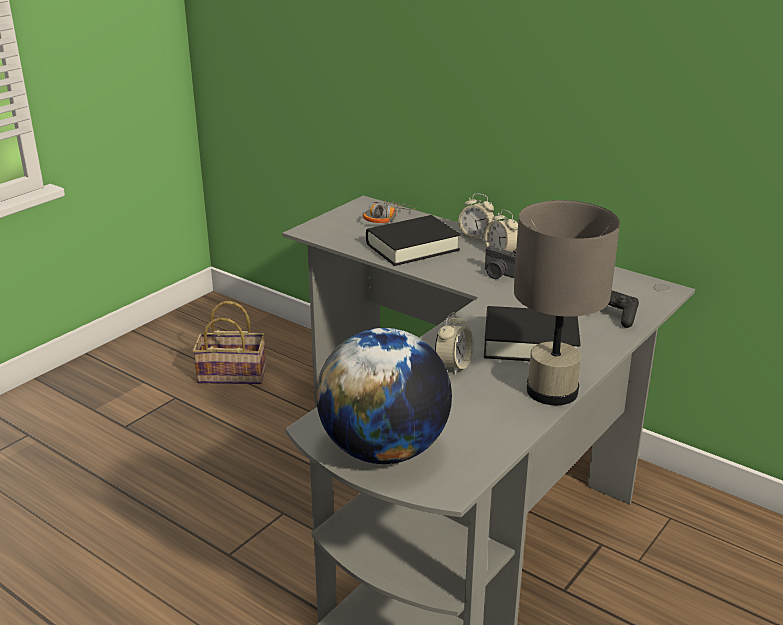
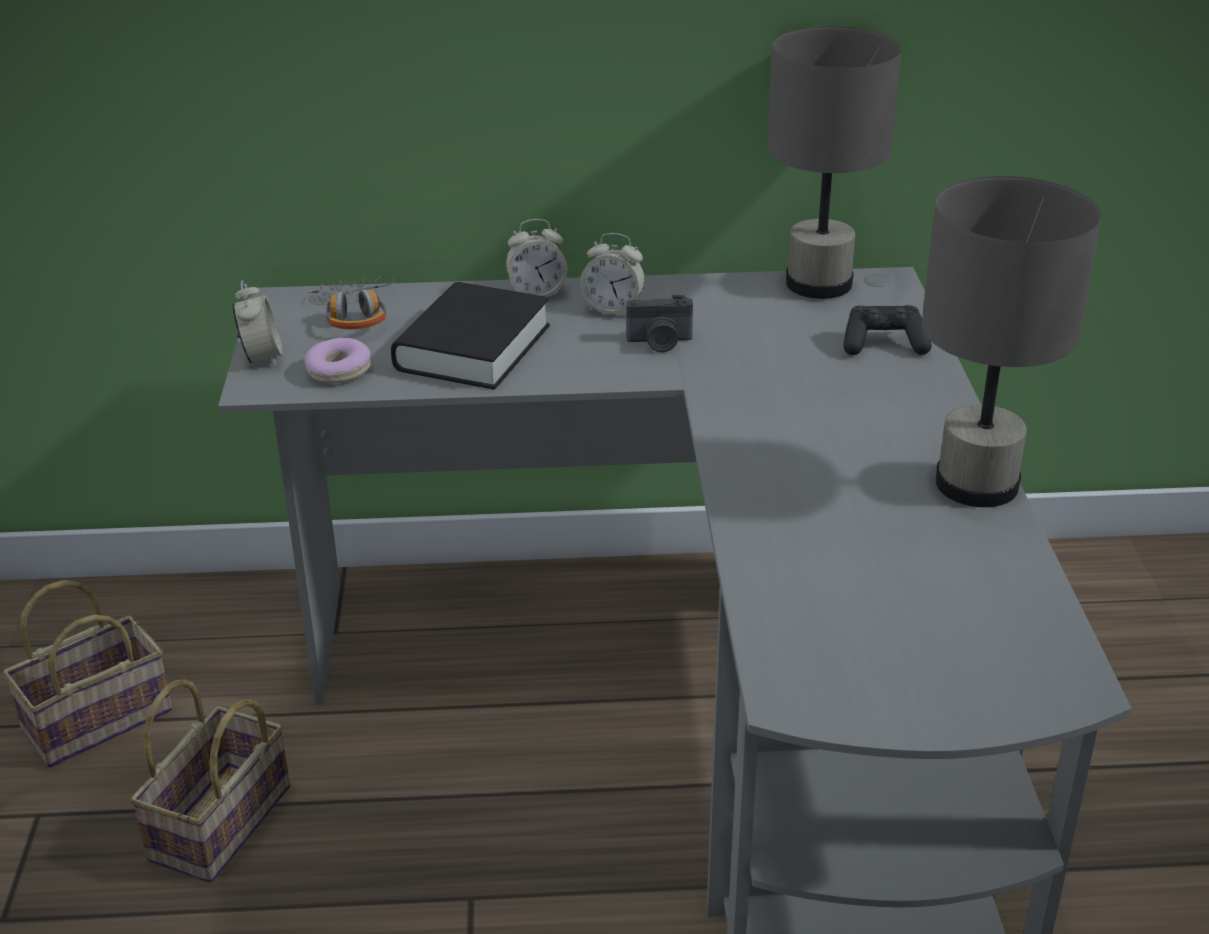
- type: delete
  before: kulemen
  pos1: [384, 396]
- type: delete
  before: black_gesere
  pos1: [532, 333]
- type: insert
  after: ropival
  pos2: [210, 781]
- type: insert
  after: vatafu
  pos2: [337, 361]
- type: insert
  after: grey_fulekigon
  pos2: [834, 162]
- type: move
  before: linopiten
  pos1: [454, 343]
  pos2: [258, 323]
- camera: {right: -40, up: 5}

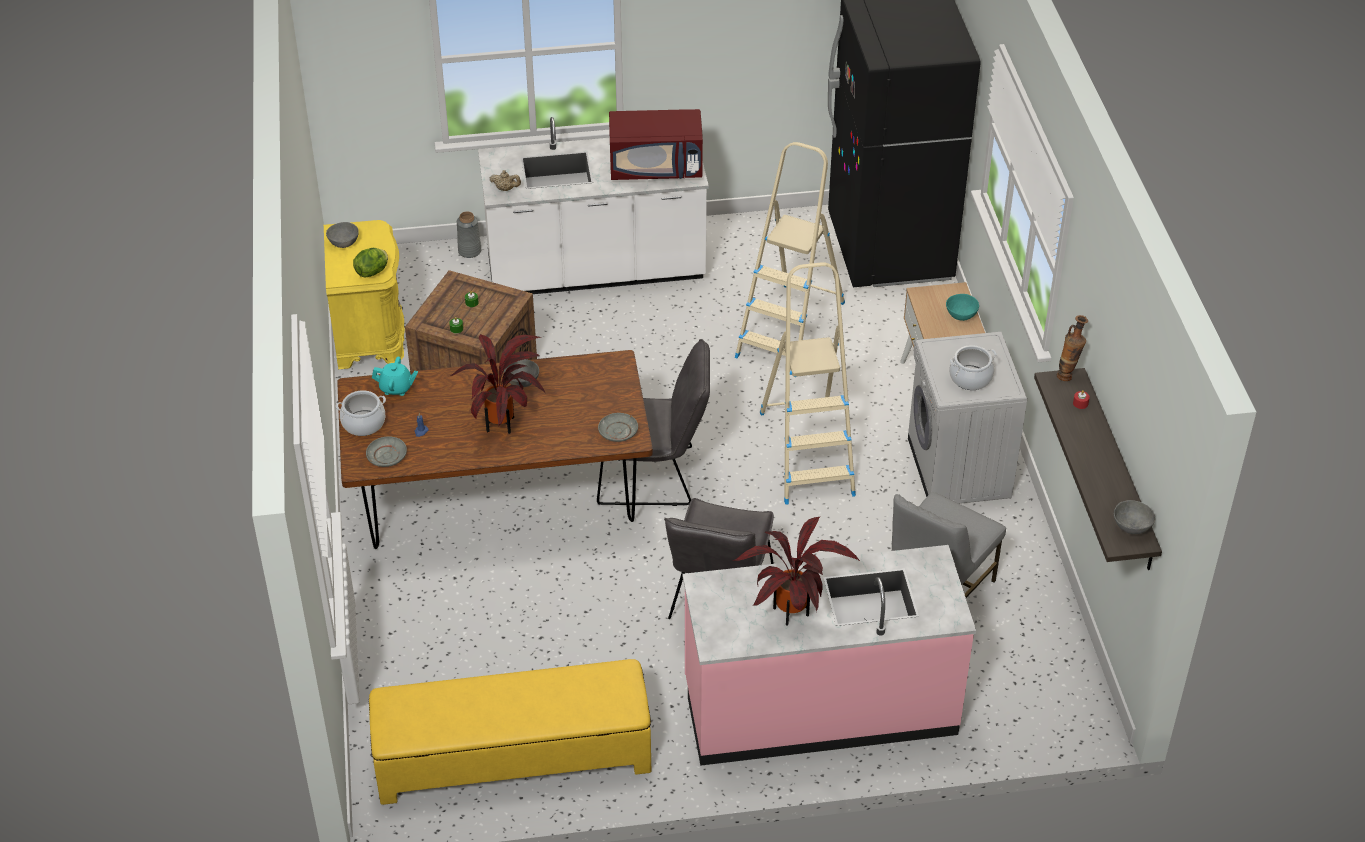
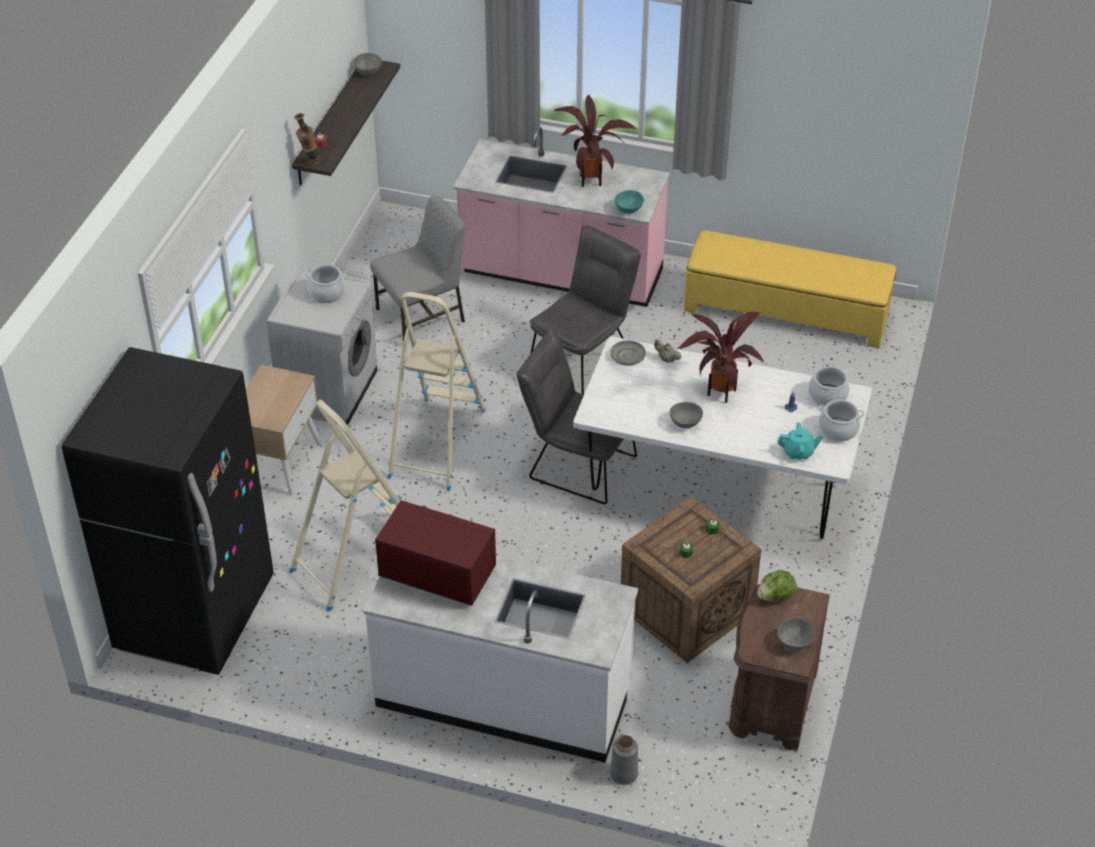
- type: move
  before: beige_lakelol
  pos1: [505, 180]
  pos2: [667, 351]
- type: move
  before: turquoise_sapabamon
  pos1: [962, 307]
  pos2: [629, 202]
- type: replace
  before: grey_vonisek
  after: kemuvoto
  pos1: [386, 451]
  pos2: [829, 383]
- type: recolor
  before: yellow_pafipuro
  after: brown_pafipuro
  pos1: [364, 295]
  pos2: [779, 667]
- type: recolor
  before: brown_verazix
  after: white_verazix
  pos1: [495, 449]
  pos2: [722, 437]
- type: rotate
  before: turquoise_lakelol
  pos1: [395, 376]
  pos2: [800, 440]
  turn: 150
- camera: {right: -155, up: 0}

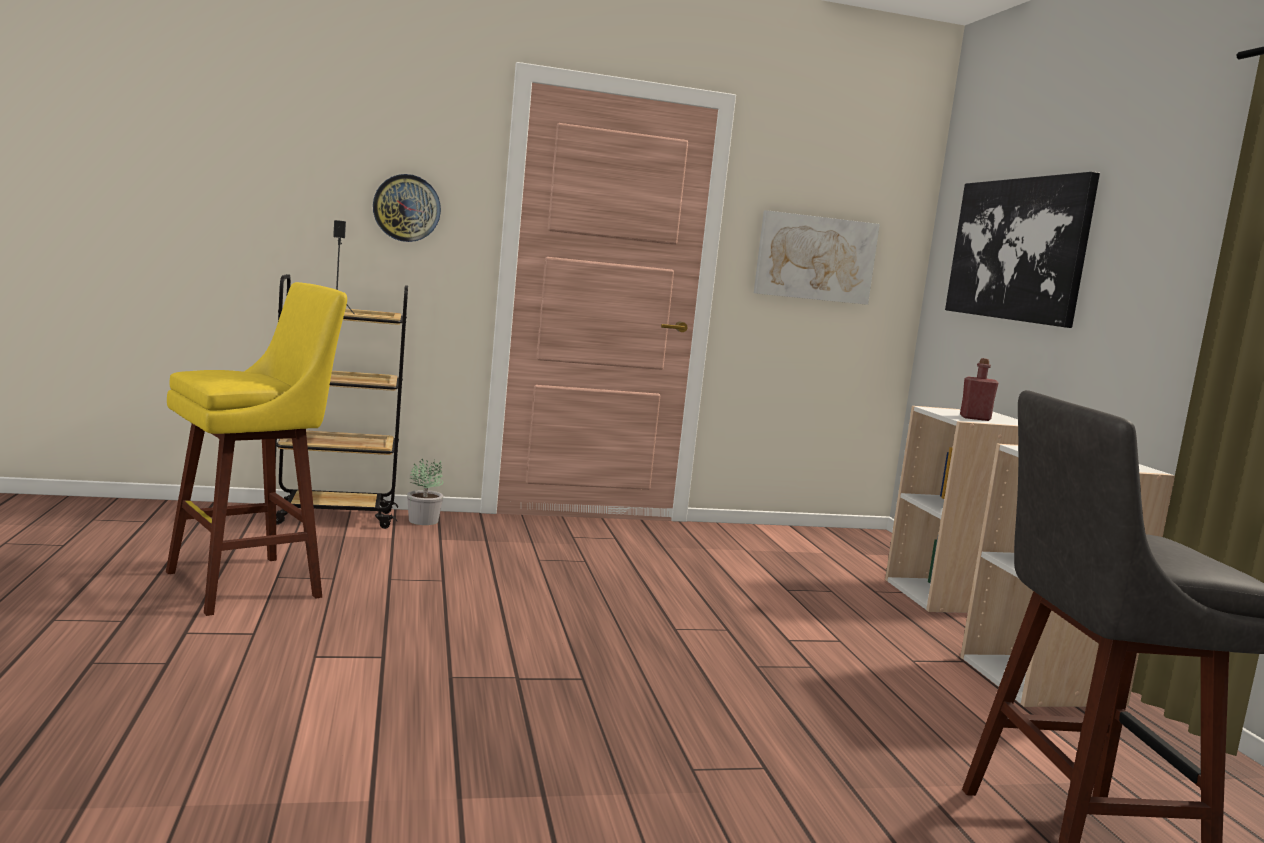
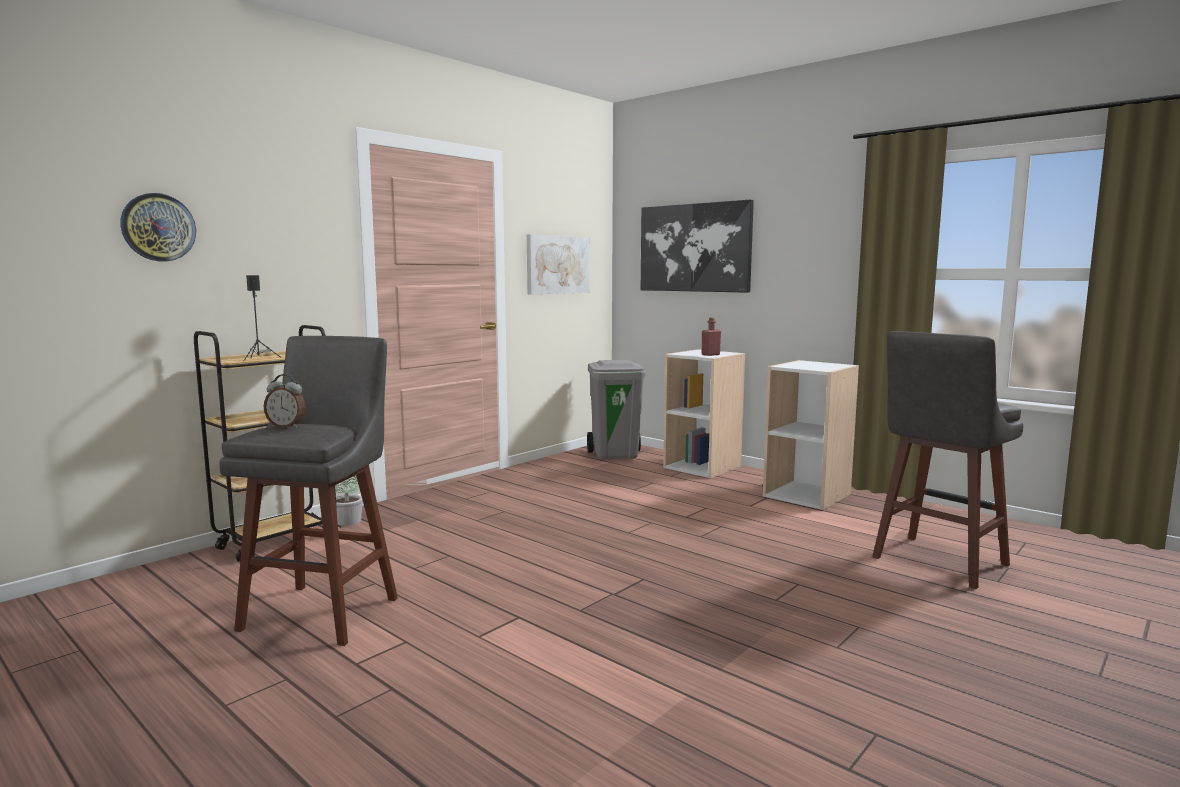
- type: insert
  after: linopiten
  pos2: [285, 401]
- type: insert
  after: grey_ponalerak
  pos2: [616, 409]
- type: move
  before: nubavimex
  pos1: [407, 208]
  pos2: [158, 227]
- type: recolor
  before: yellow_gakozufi
  after: grey_gakozufi
  pos1: [256, 449]
  pos2: [308, 491]
- camera: {right: -35, up: 0}

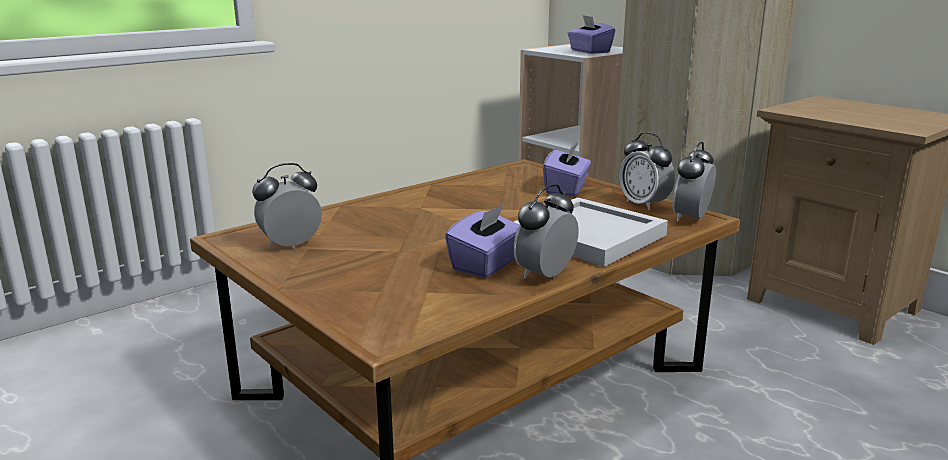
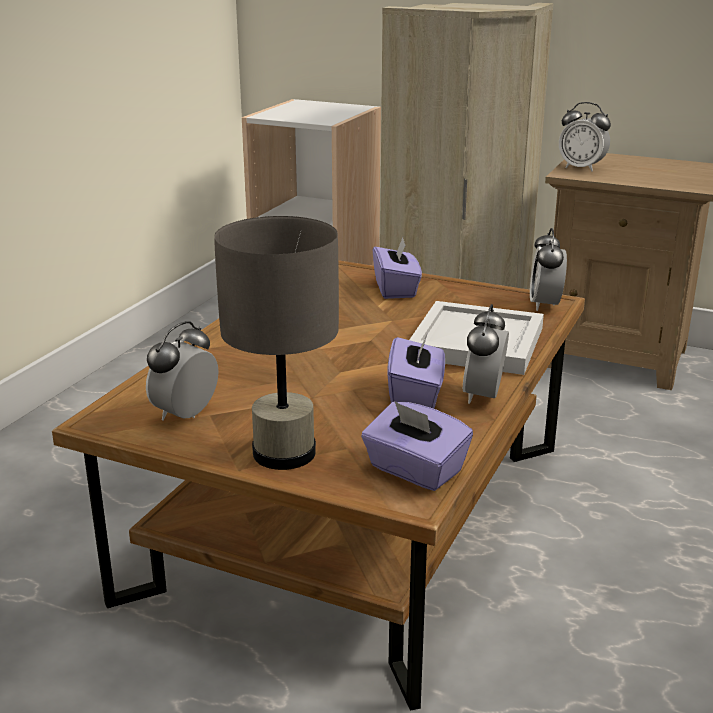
- type: insert
  after: grey_fulekigon
  pos2: [276, 343]
- type: move
  before: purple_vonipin
  pos1: [591, 34]
  pos2: [417, 446]
- type: move
  before: linopiten
  pos1: [647, 171]
  pos2: [585, 137]
- camera: {right: -25, up: 5}

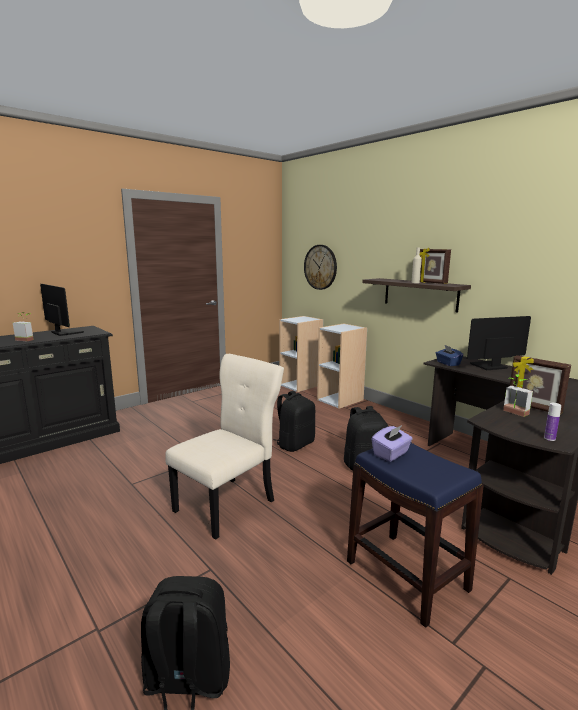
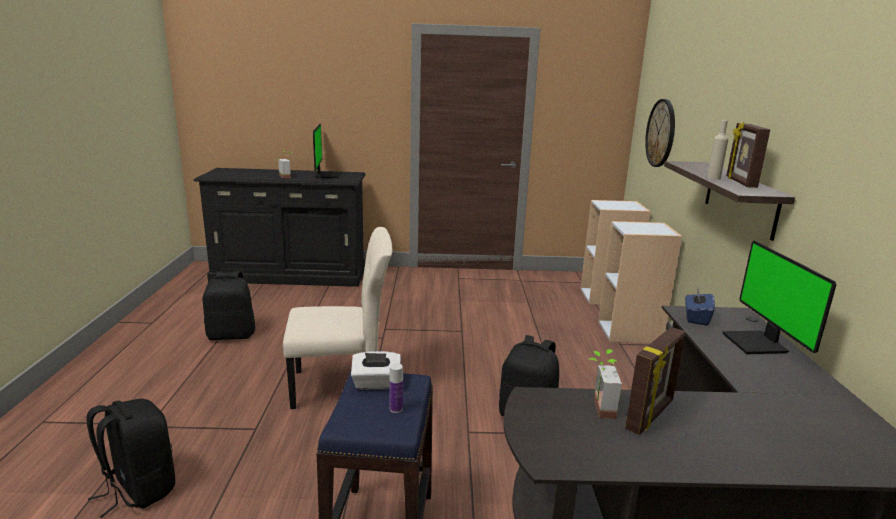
- type: move
  before: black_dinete
  pos1: [294, 421]
  pos2: [229, 305]
- type: move
  before: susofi
  pos1: [552, 422]
  pos2: [396, 388]
- type: recolor
  before: purple_vonipin
  after: white_vonipin
  pos1: [392, 443]
  pos2: [376, 370]
- type: rotate
  before: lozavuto
  pos1: [499, 343]
  pos2: [779, 297]
  turn: -120
- type: rotate
  before: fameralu
  pos1: [540, 385]
  pos2: [655, 381]
  turn: -135
- camera: {right: 40, up: 5}

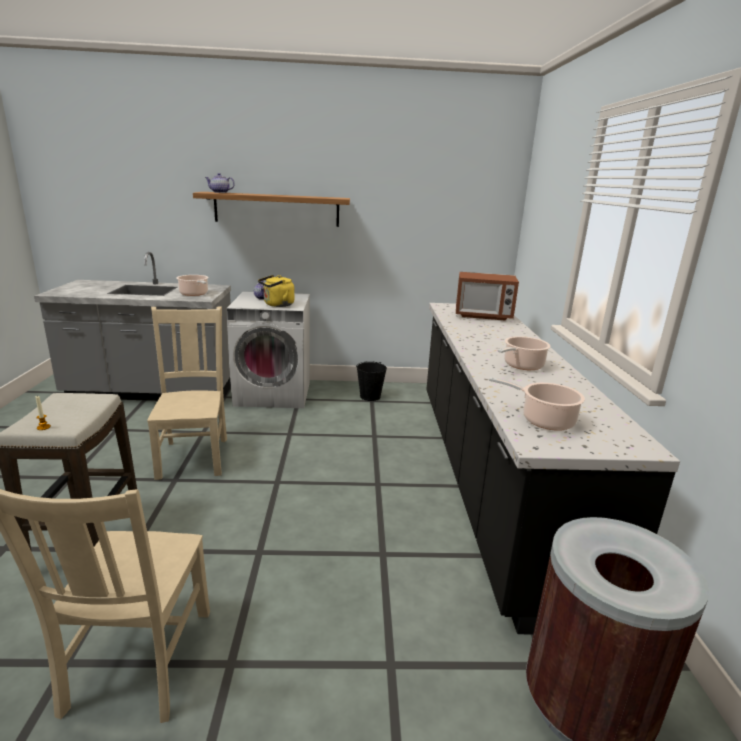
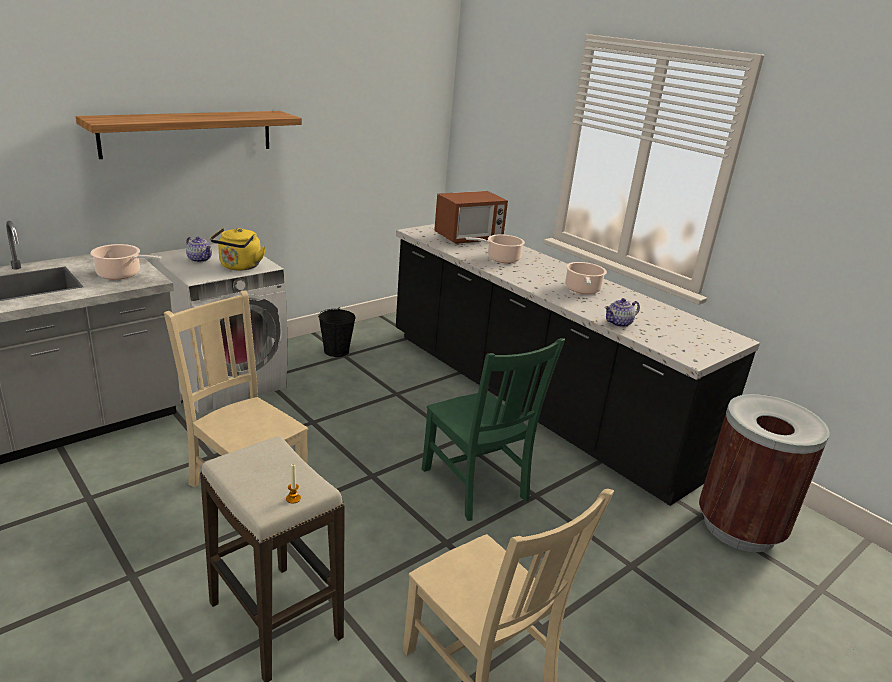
- type: insert
  after: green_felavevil
  pos2: [493, 429]
- type: move
  before: lakelol
  pos1: [220, 183]
  pos2: [622, 312]
- type: move
  before: kemuvoto
  pos1: [537, 404]
  pos2: [495, 248]
- camera: {right: -40, up: 5}

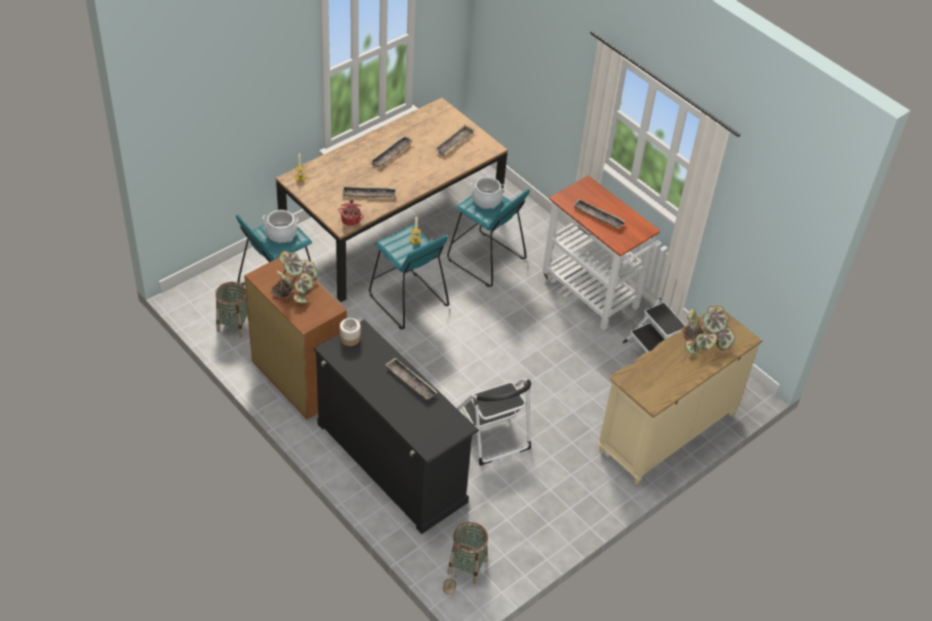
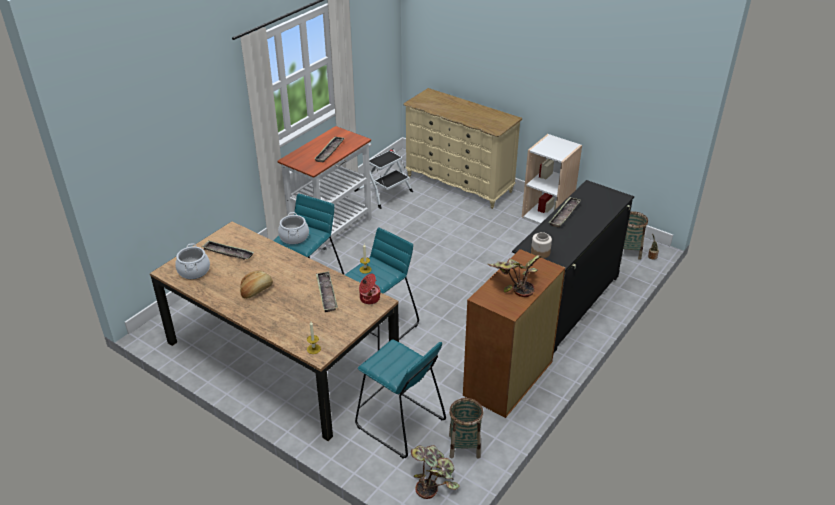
- type: delete
  before: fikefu
  pos1: [494, 422]
- type: insert
  after: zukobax
  pos2: [552, 179]
- type: move
  before: kemuvoto
  pos1: [281, 226]
  pos2: [192, 261]
- type: move
  before: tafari
  pos1: [709, 331]
  pos2: [435, 472]
- type: replace
  before: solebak
  after: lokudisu
  pos1: [392, 152]
  pos2: [256, 285]
- camera: {right: -100, up: -10}

